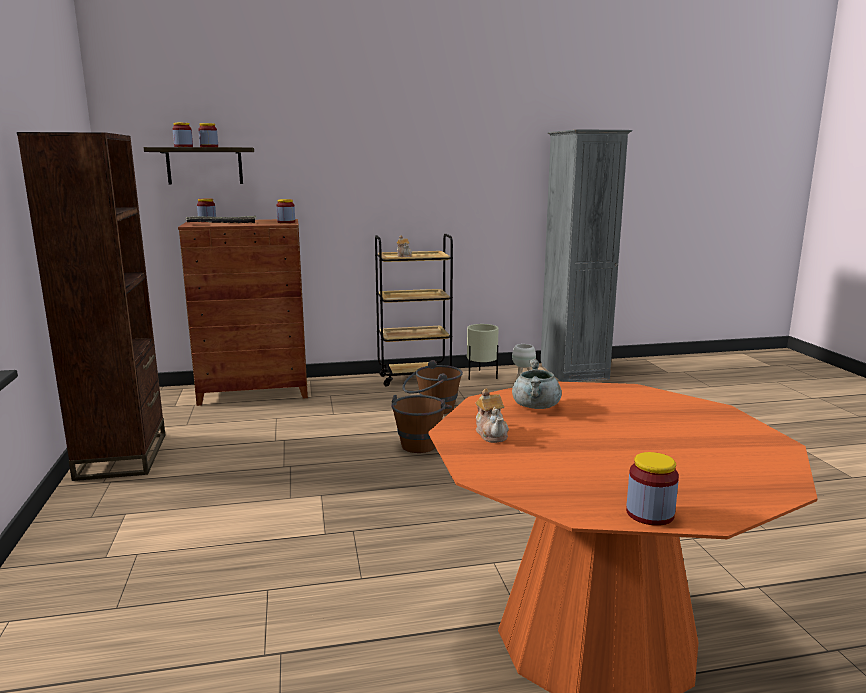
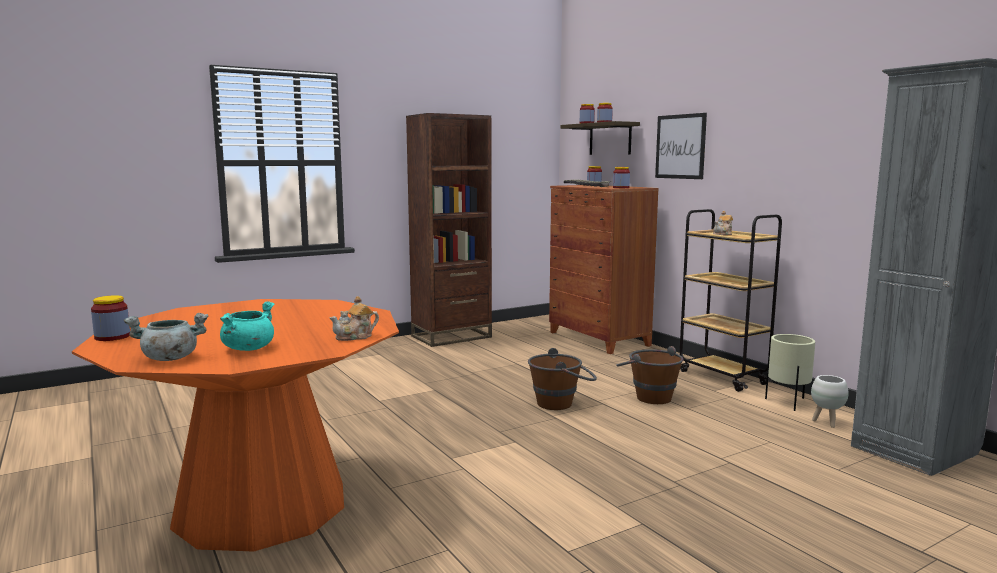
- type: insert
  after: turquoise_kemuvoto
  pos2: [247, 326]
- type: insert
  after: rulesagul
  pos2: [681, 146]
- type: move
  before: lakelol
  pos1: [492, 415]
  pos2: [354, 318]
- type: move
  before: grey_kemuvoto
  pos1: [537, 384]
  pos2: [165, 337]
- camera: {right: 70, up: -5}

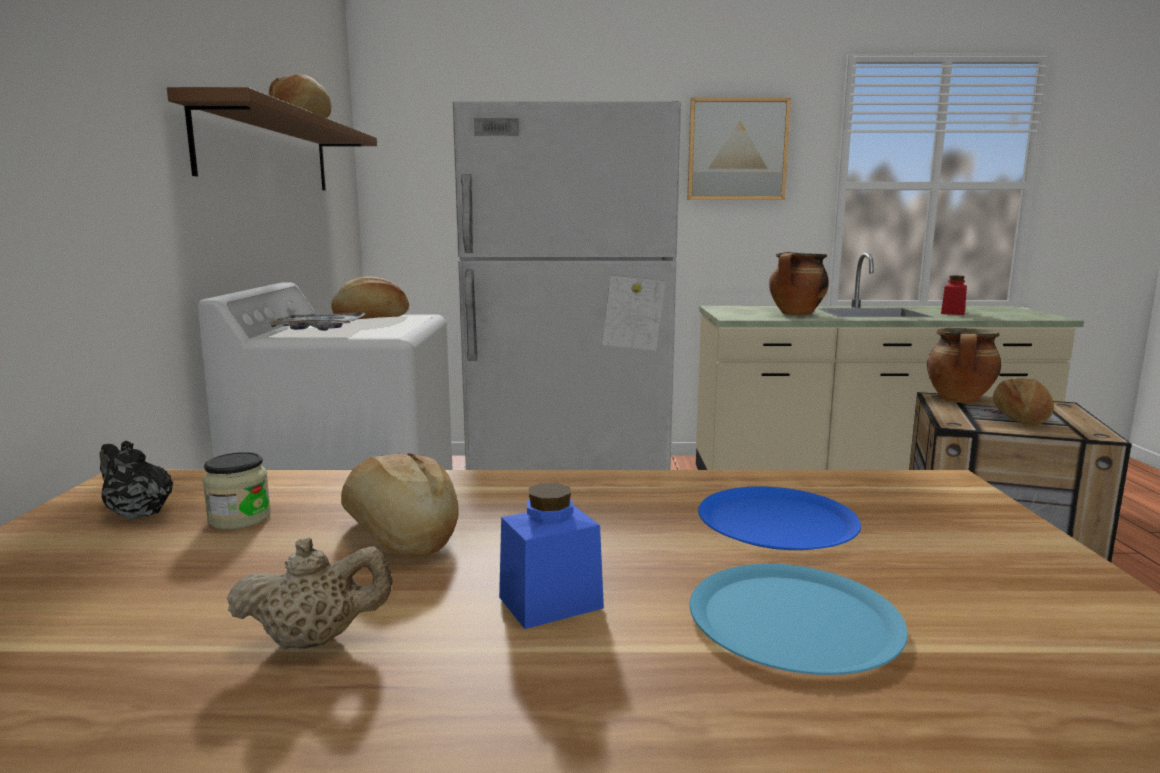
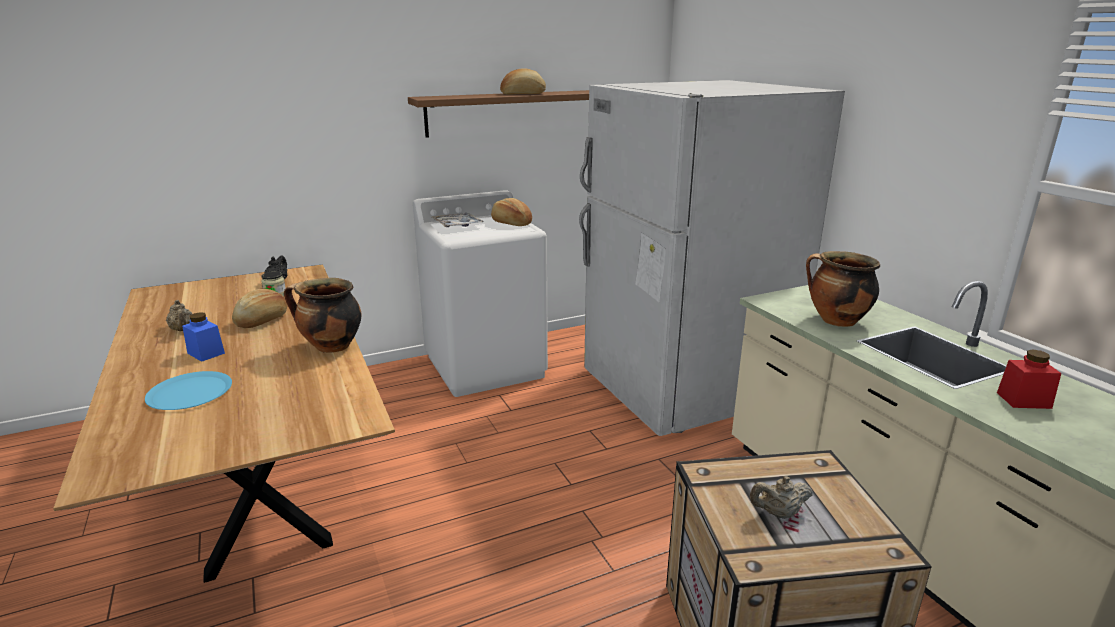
- type: delete
  before: rulesagul
  pos1: [739, 149]
- type: delete
  before: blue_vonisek
  pos1: [779, 518]
- type: move
  before: kemuvoto
  pos1: [964, 365]
  pos2: [322, 315]
- type: replace
  before: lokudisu
  after: beige_lakelol
  pos1: [1023, 401]
  pos2: [781, 497]
- camera: {right: 65, up: 10}

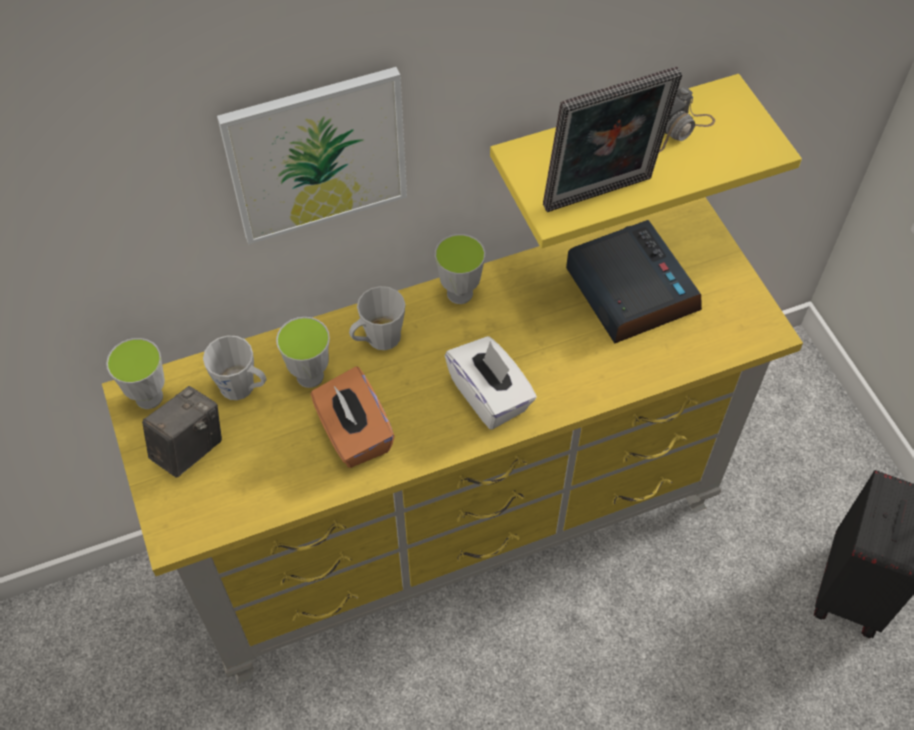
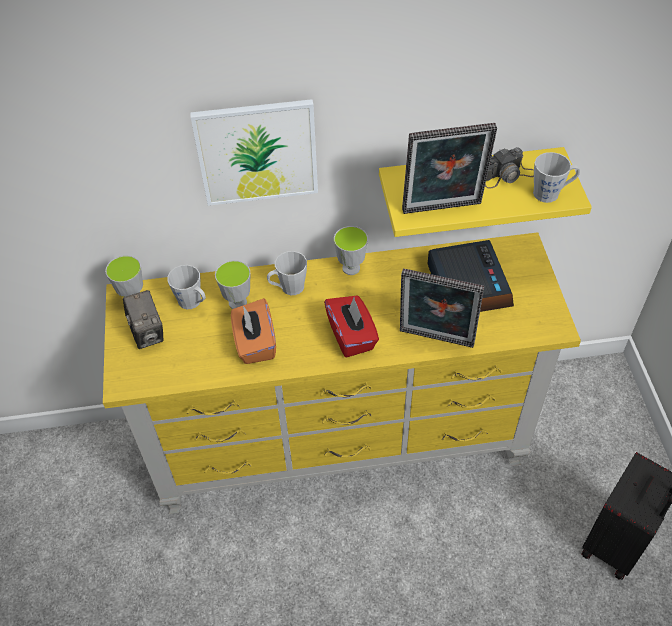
- type: insert
  after: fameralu
  pos2: [442, 308]
- type: insert
  after: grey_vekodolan
  pos2: [556, 177]
- type: recolor
  before: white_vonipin
  after: red_vonipin
  pos1: [491, 383]
  pos2: [351, 326]
- type: rotate
  before: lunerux
  pos1: [182, 432]
  pos2: [143, 319]
  turn: 105
- camera: {right: 15, up: -5}

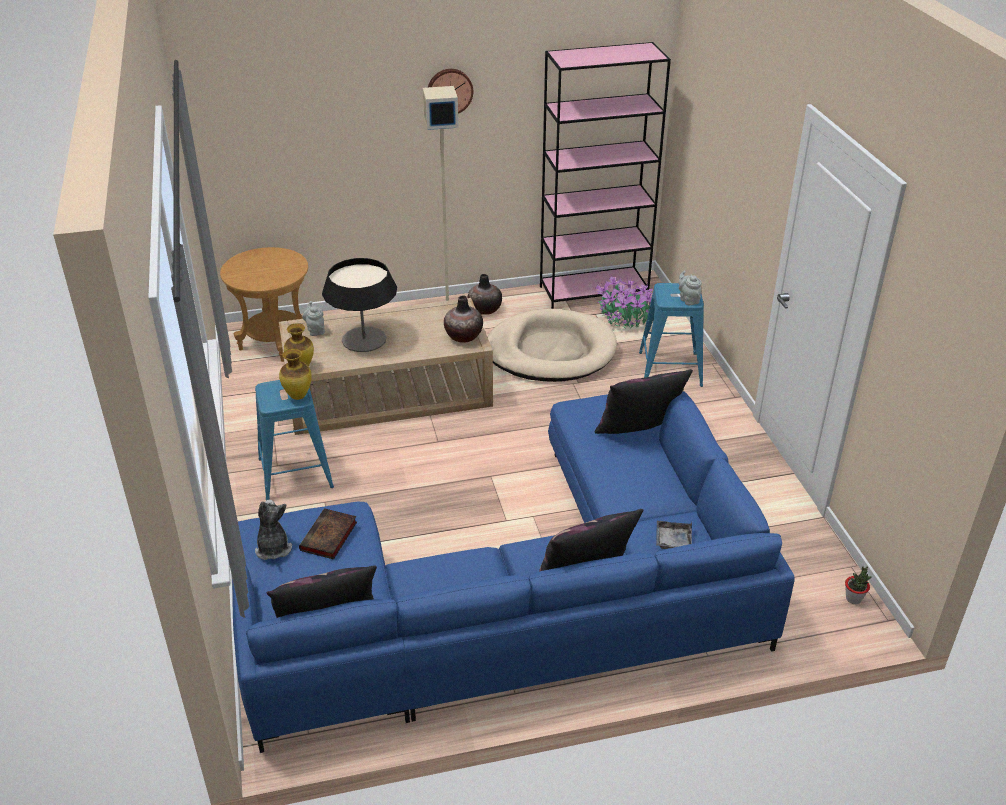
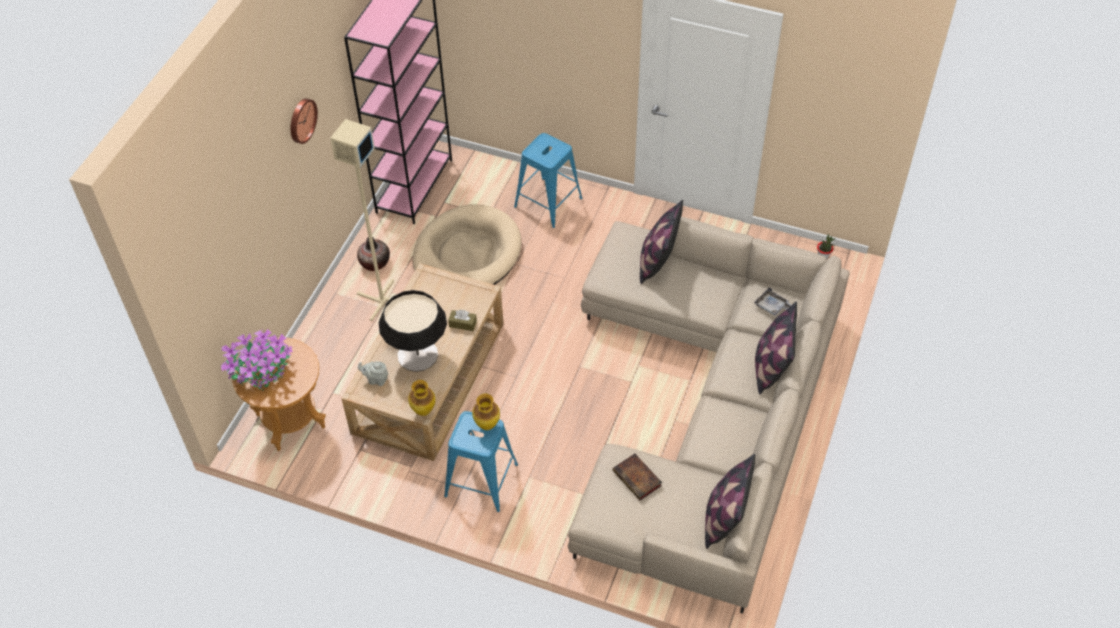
- type: delete
  before: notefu
  pos1: [273, 530]
- type: delete
  before: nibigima
  pos1: [463, 319]
- type: delete
  before: grey_lakelol
  pos1: [690, 288]
- type: insert
  after: brown_vonipin
  pos2: [462, 320]
- type: move
  before: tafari
  pos1: [624, 303]
  pos2: [257, 360]
- type: recolor
  before: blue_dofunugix
  after: beige_dofunugix
  pos1: [513, 572]
  pos2: [709, 415]
- camera: {right: -55, up: 15}

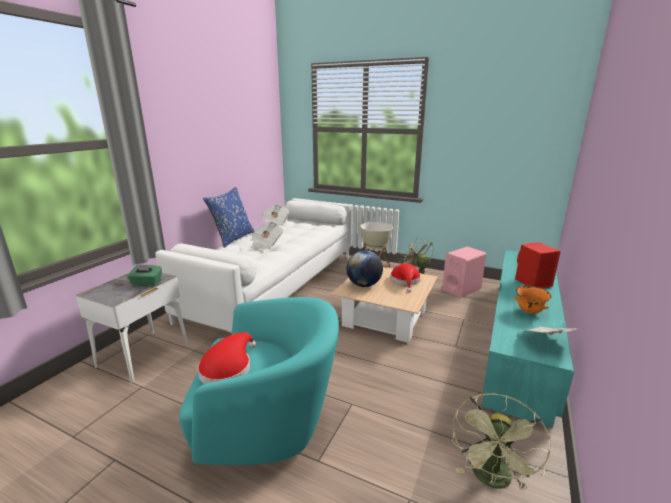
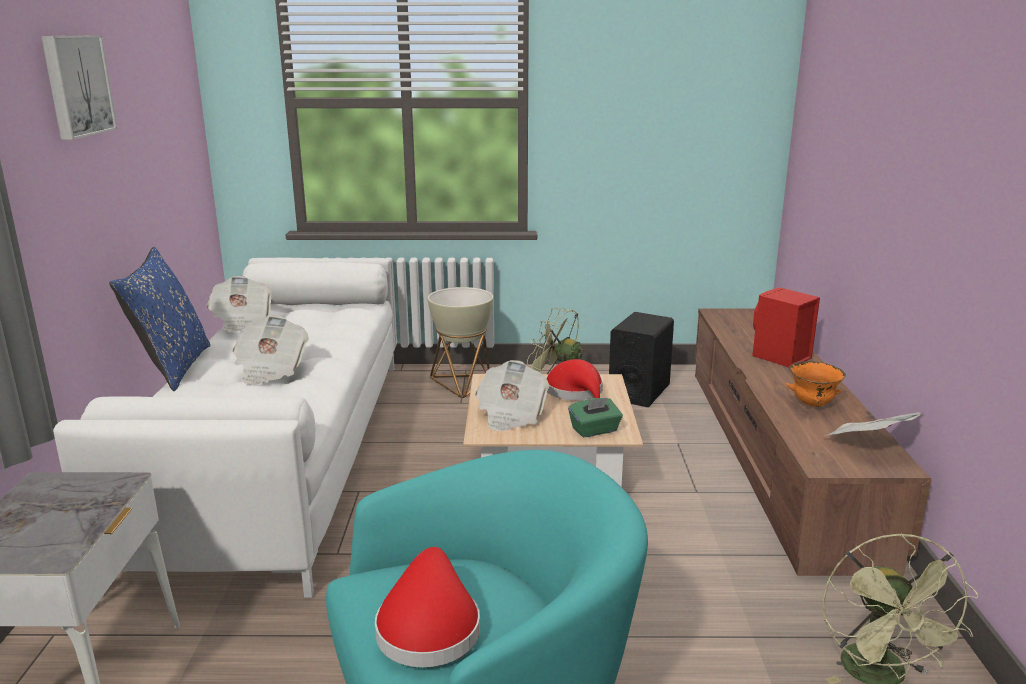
- type: insert
  after: rulesagul
  pos2: [79, 87]
- type: move
  before: green_vonipin
  pos1: [144, 275]
  pos2: [595, 417]
- type: replace
  before: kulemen
  after: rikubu
  pos1: [364, 268]
  pos2: [512, 395]
- type: recolor
  before: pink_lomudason
  after: black_lomudason
  pos1: [464, 272]
  pos2: [641, 359]
- type: recolor
  before: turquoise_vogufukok
  after: brown_vogufukok
  pos1: [528, 339]
  pos2: [813, 442]
- camera: {right: -25, up: 0}

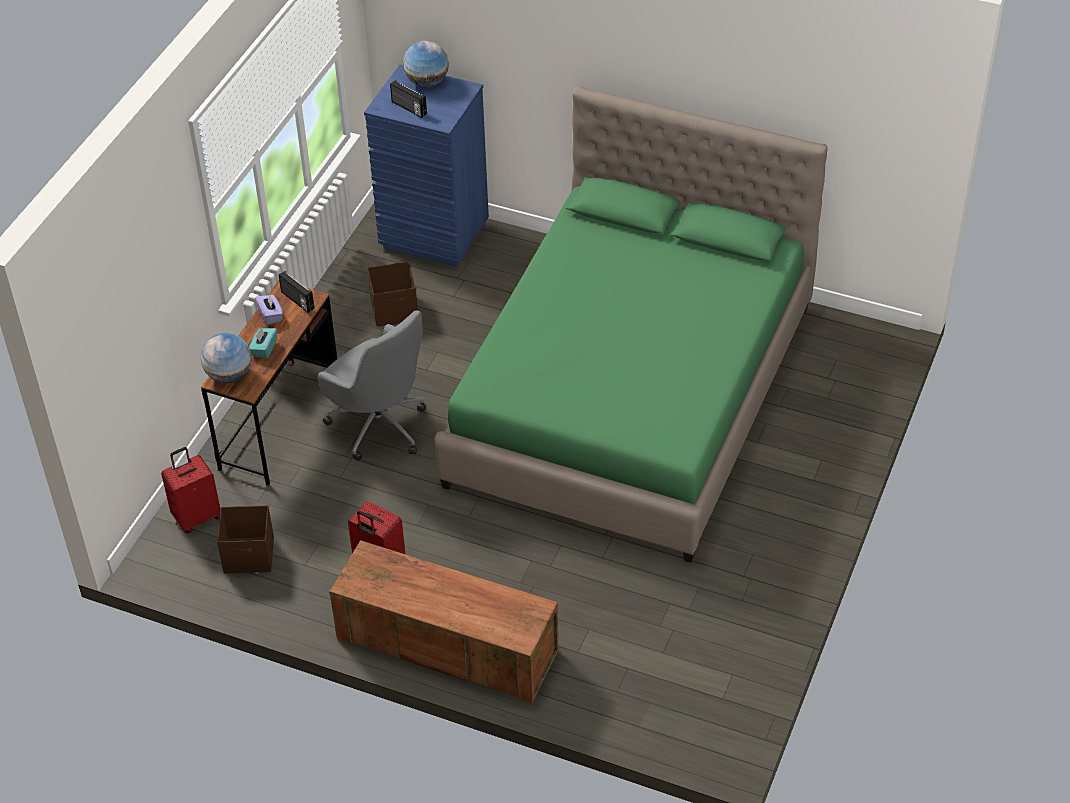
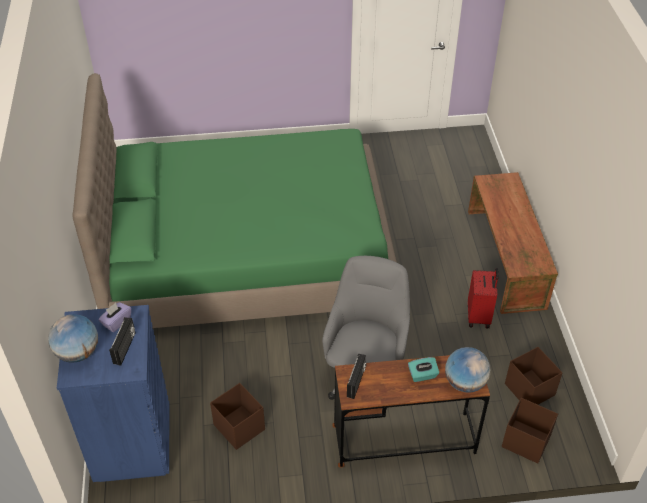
- type: move
  before: purple_vonipin
  pos1: [269, 309]
  pos2: [114, 317]
- type: replace
  before: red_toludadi
  after: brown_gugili
  pos1: [190, 490]
  pos2: [530, 431]
- camera: {right: -120, up: 0}

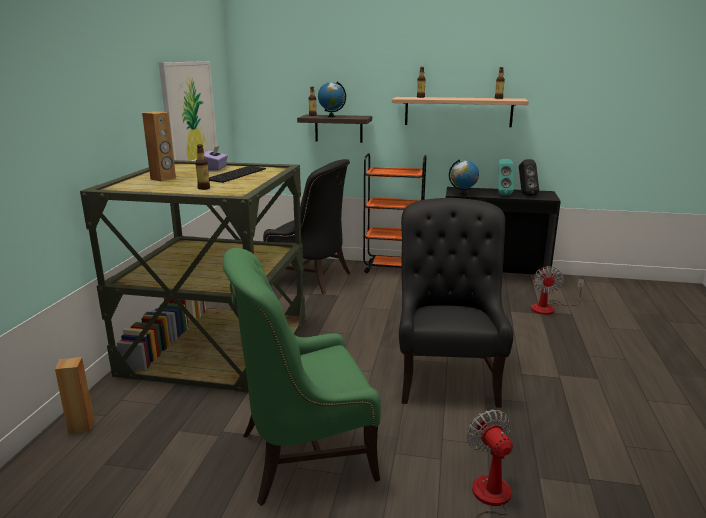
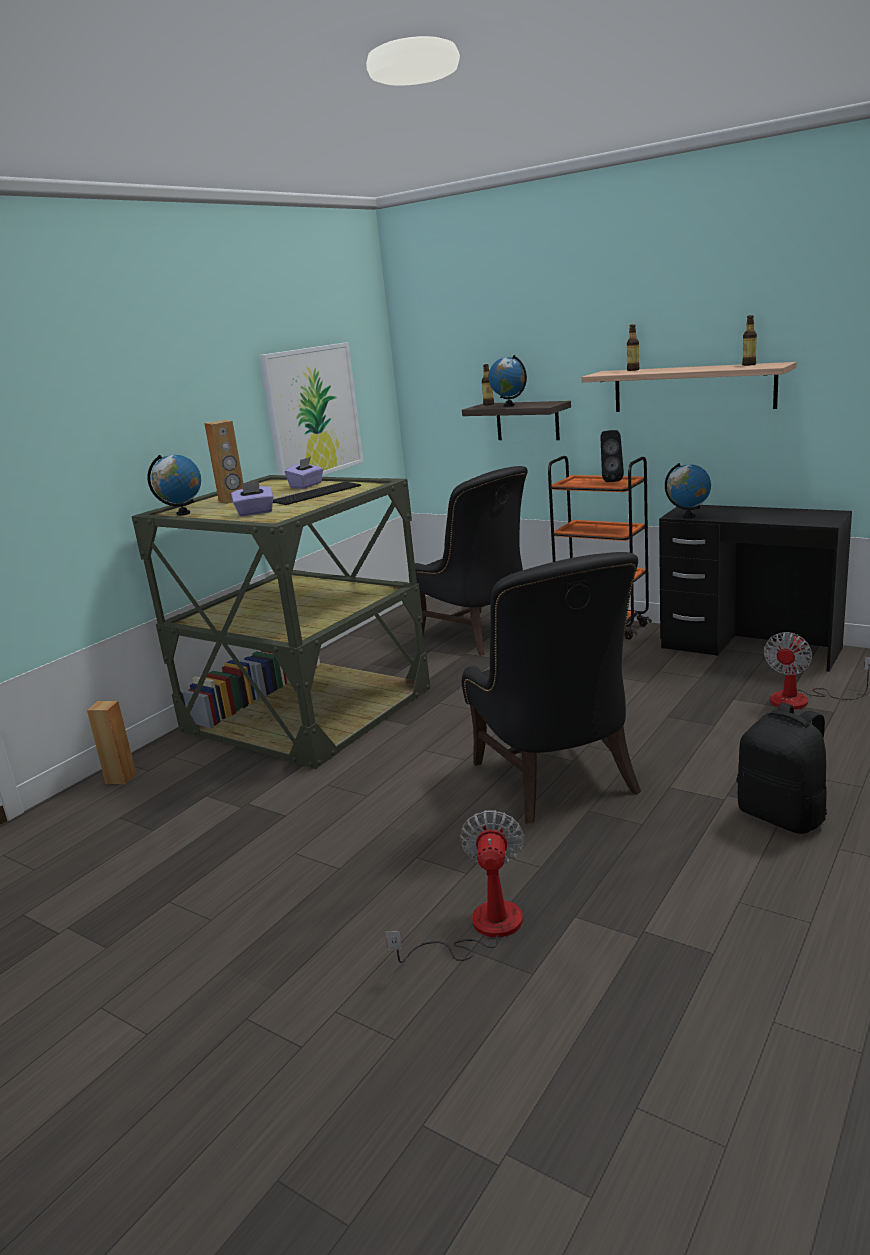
- type: delete
  before: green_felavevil
  pos1: [302, 377]
- type: delete
  before: turquoise_lomudason
  pos1: [506, 177]
- type: insert
  after: kulemen
  pos2: [174, 485]
- type: insert
  after: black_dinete
  pos2: [782, 768]
- type: move
  before: black_lomudason
  pos1: [529, 177]
  pos2: [612, 456]
- type: replace
  before: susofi
  after: purple_vonipin
  pos1: [202, 167]
  pos2: [252, 499]
- type: rotate
  before: black_felavevil
  pos1: [456, 303]
  pos2: [551, 687]
  turn: 135
- camera: {right: 25, up: 0}

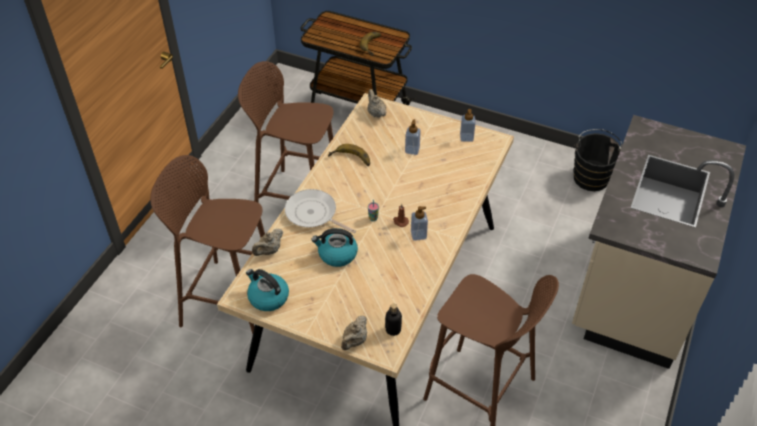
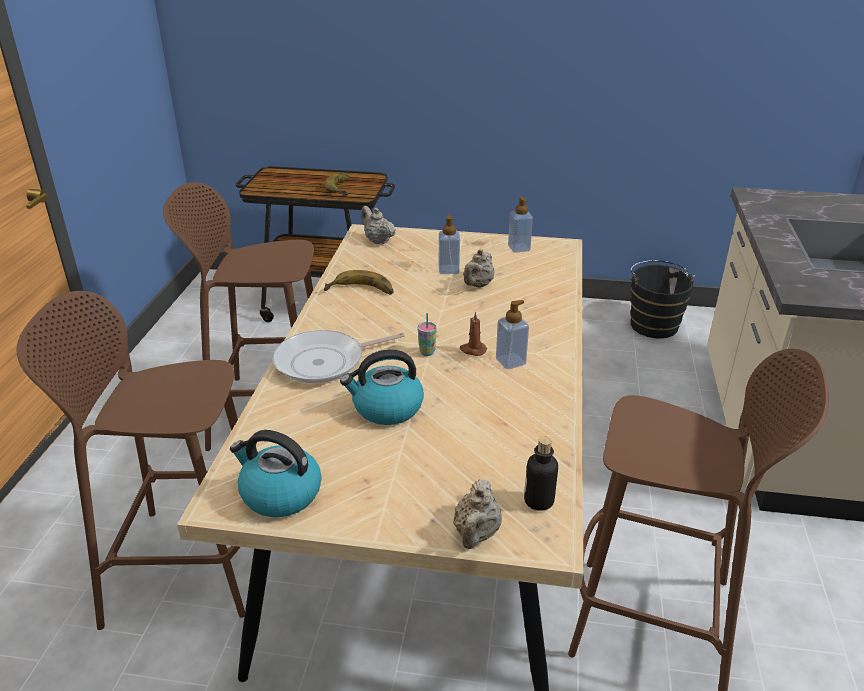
- type: move
  before: beige_lakelol
  pos1: [267, 242]
  pos2: [478, 268]
- type: rotate
  before: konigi
  pos1: [320, 211]
  pos2: [339, 356]
  turn: -45
- camera: {right: -15, up: -15}

